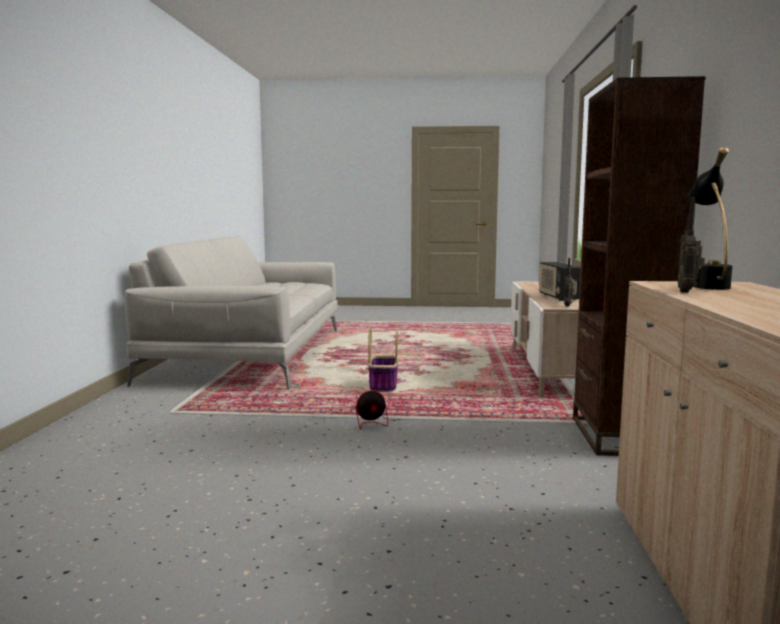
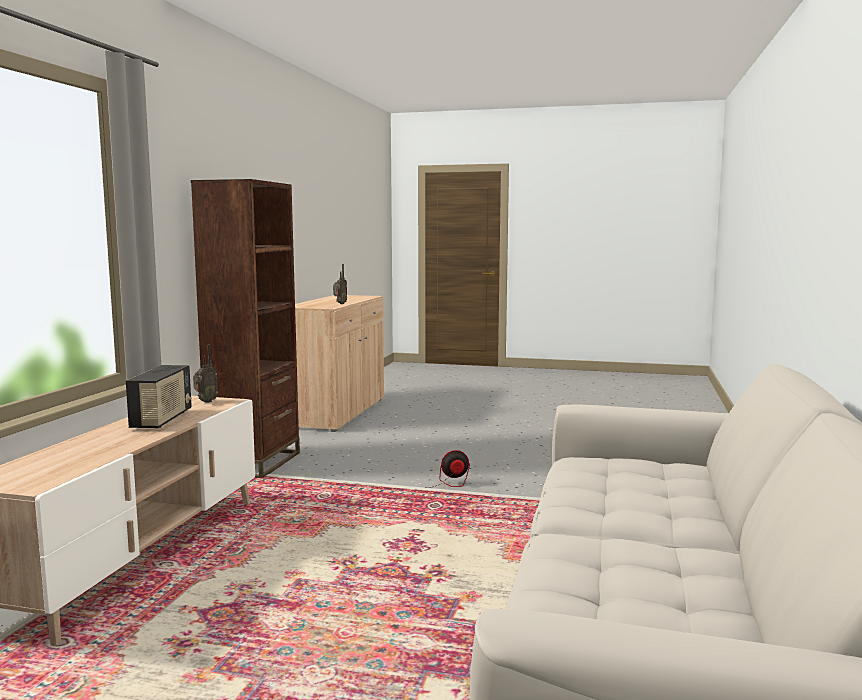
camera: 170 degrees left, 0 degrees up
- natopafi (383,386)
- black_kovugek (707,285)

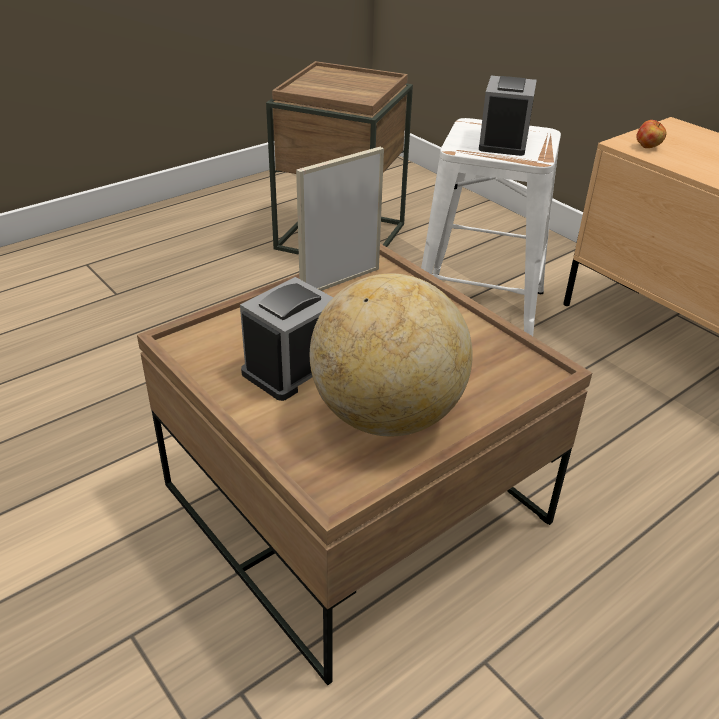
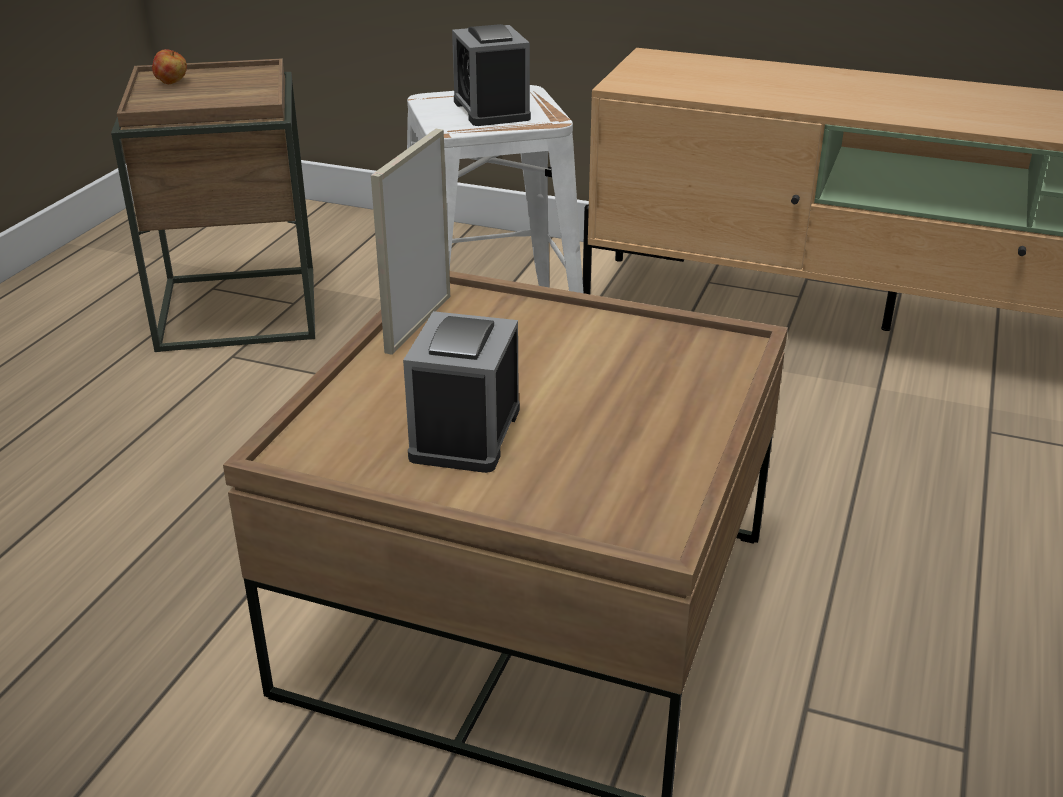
camera: 30 degrees left, 5 degrees down
- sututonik (387,416)
~ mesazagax (648,147) to (172,82)

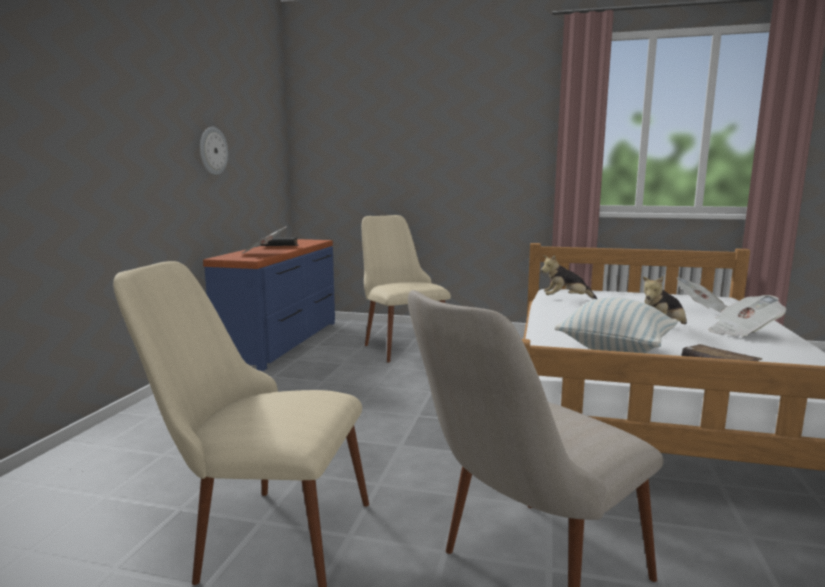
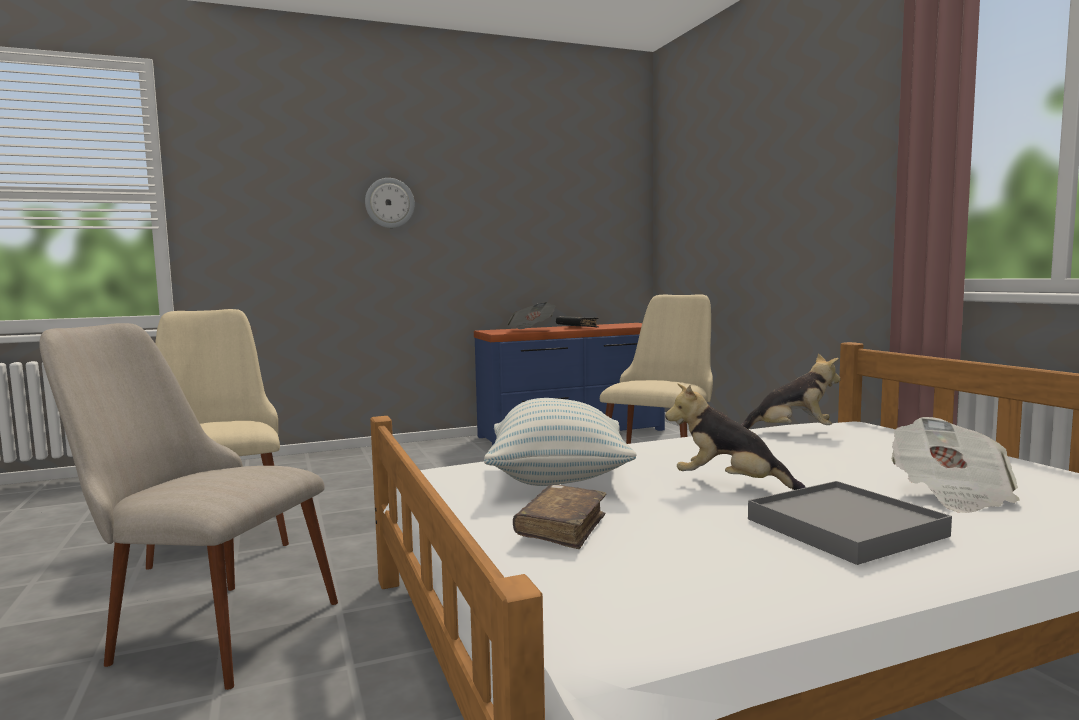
camera: 55 degrees right, 5 degrees down
~ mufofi (212,151) to (389,203)
~ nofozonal (565,299) = (791,432) 135 degrees clockwise
~ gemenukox (742,332) to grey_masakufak (844,527)

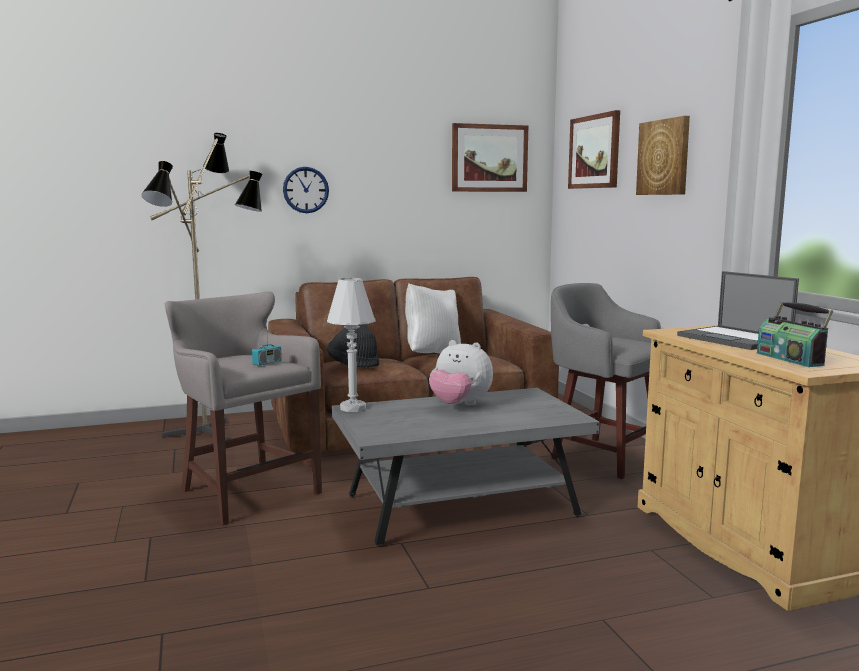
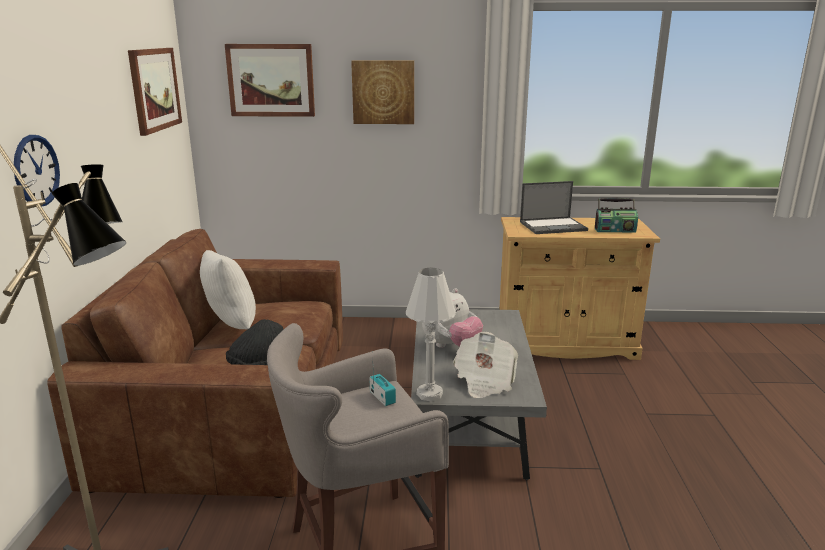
camera: 70 degrees left, 10 degrees up
- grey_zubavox (603,456)
+ gemenukox (484,381)

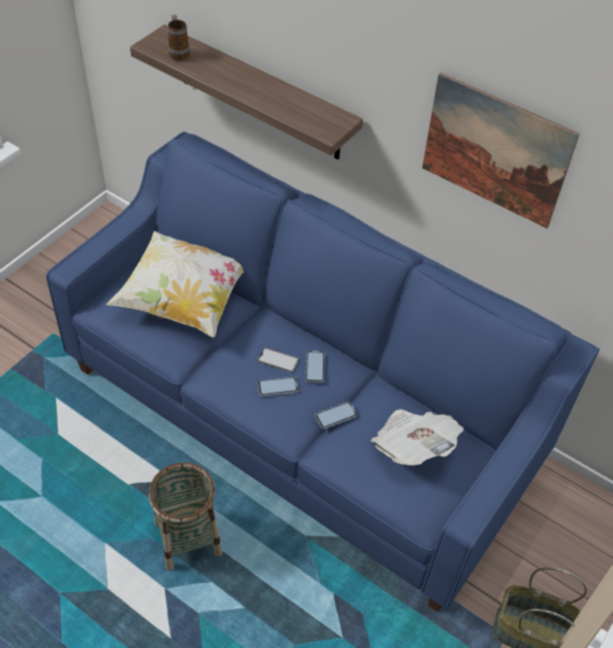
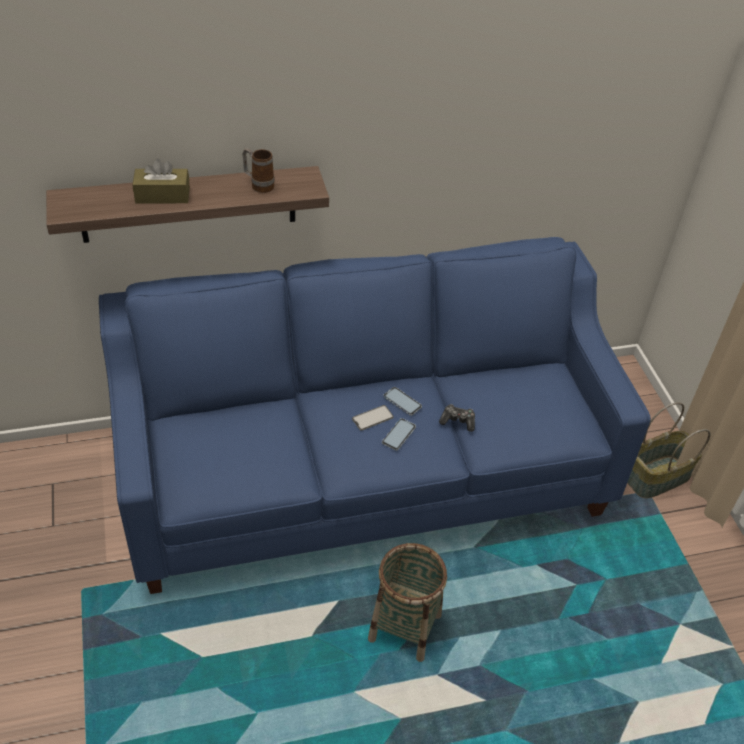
camera: 50 degrees left, 5 degrees down
- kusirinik (184,300)
~ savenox (178,52) to (258,185)
~ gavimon (336,415) to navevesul (458,421)
- gemenukox (412,446)
- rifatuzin (495,151)
+ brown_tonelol (162,195)

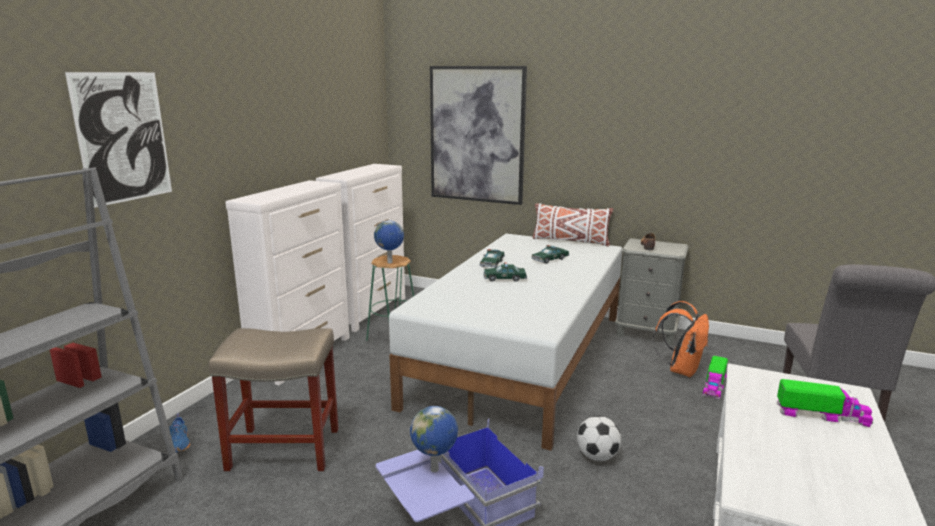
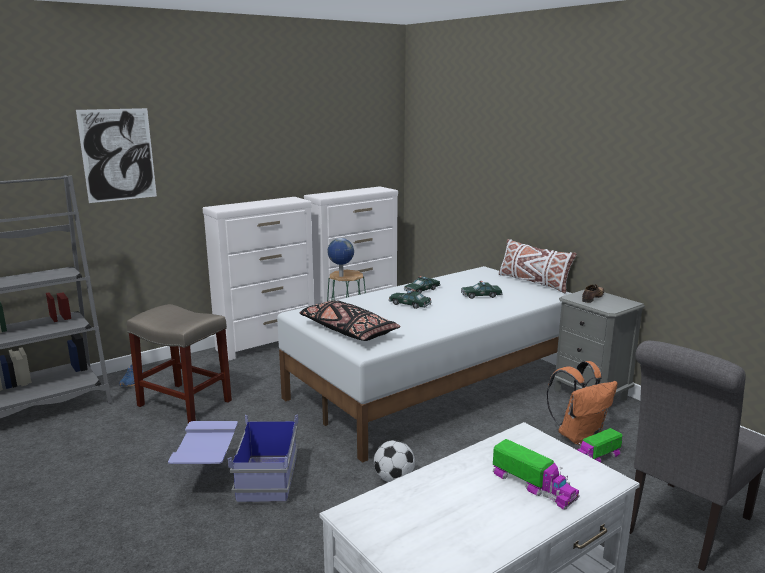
camera: 30 degrees right, 0 degrees up
- sututonik (435,470)
- rifatuzin (477,135)
+ black_kusirinik (347,331)

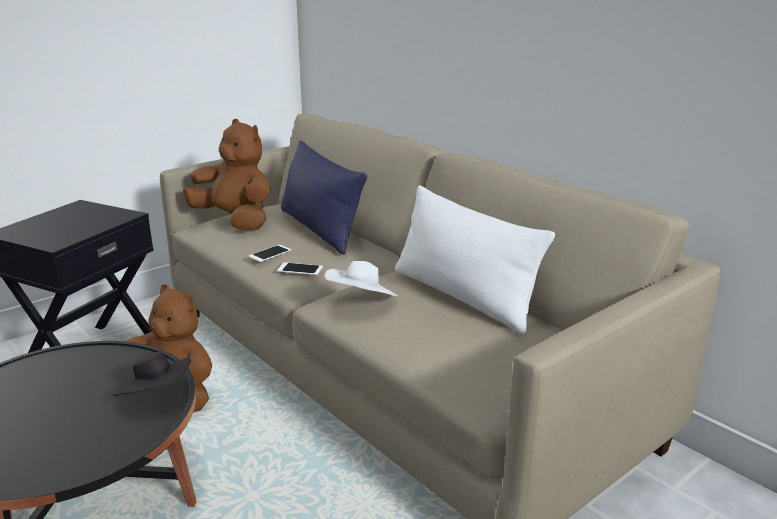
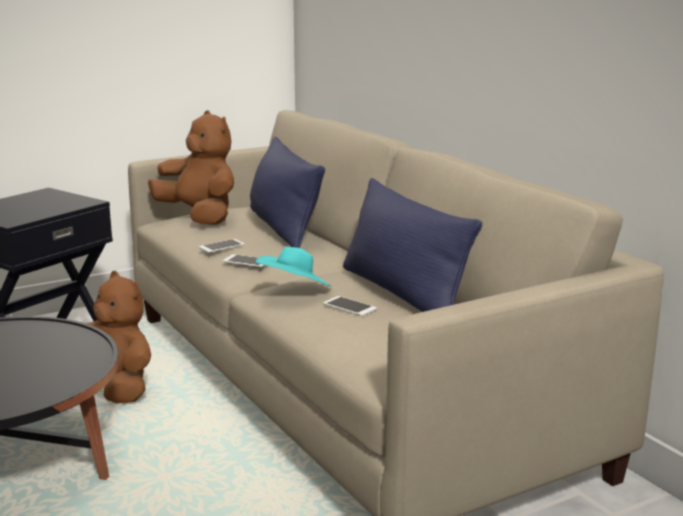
camera: 10 degrees right, 5 degrees down
- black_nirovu (157,395)
~ white_nirovu (361,301) to turquoise_nirovu (294,290)
~ white_kusirinik (463,296) to blue_kusirinik (402,293)
+ gavimon (349,306)

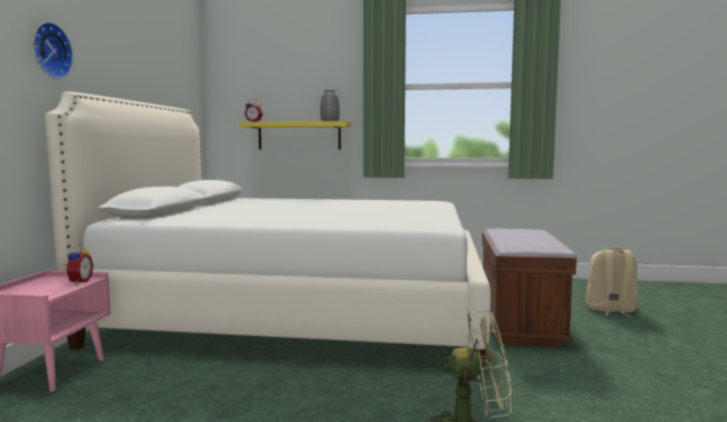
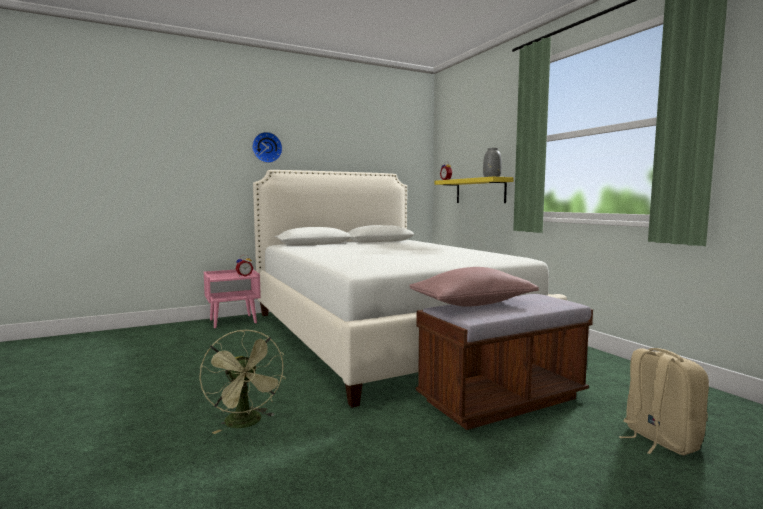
camera: 55 degrees right, 0 degrees up
+ pink_kusirinik (472,304)

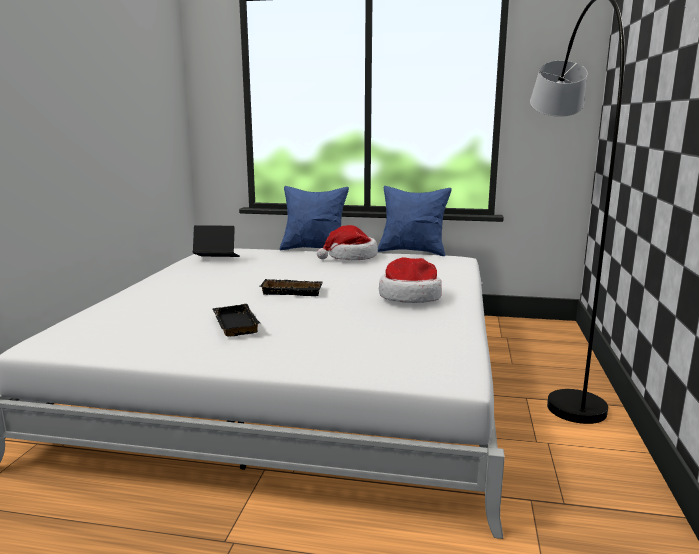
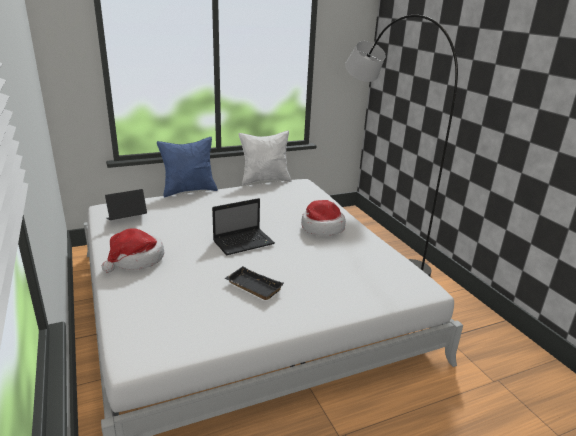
camera: 35 degrees left, 10 degrees up
~ black_masakufak (293,291) to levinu (244,242)
~ nirovu (350,257) to (136,259)
~ blue_kusirinik (412,251) to white_kusirinik (265,180)

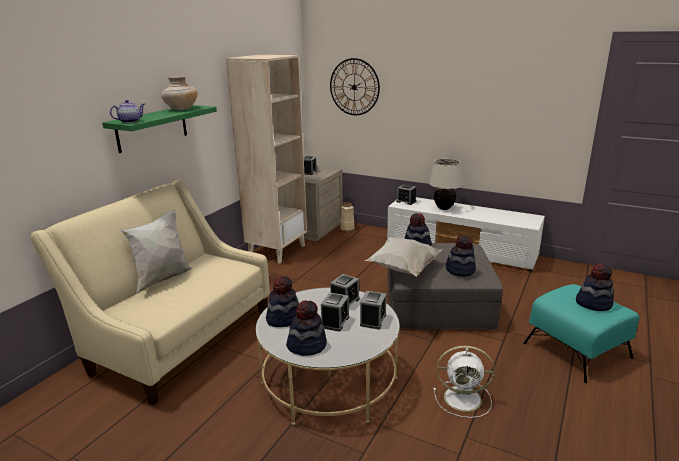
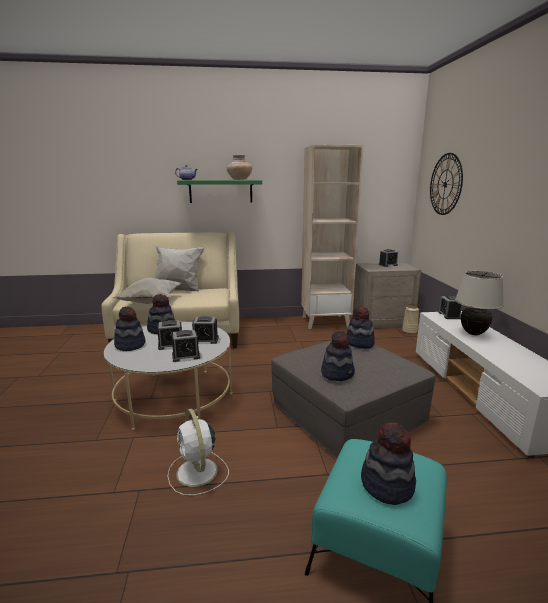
camera: 55 degrees right, 5 degrees down
~ white_kusirinik (403,270) to (150,303)

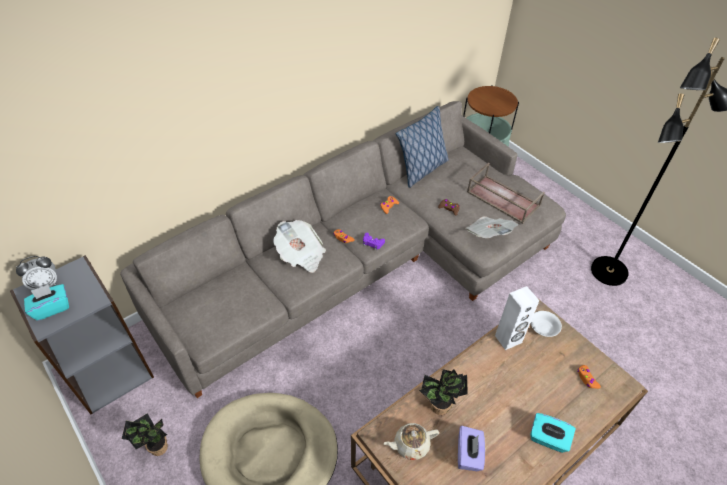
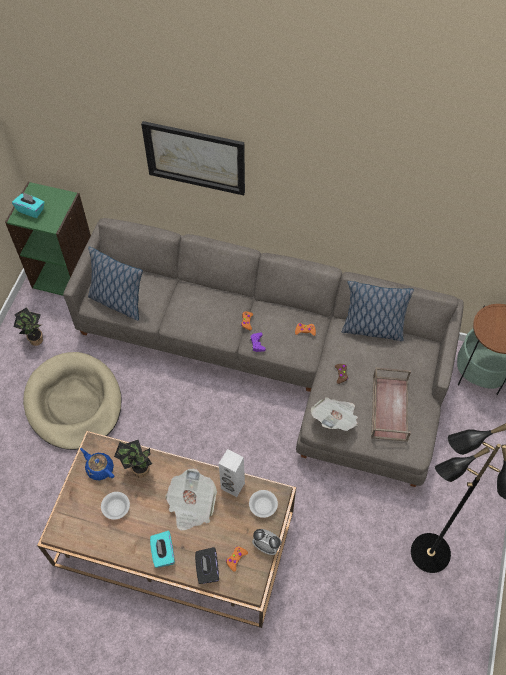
camera: 55 degrees right, 10 degrees up
~ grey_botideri (110,371) to green_botideri (65,273)
~ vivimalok (46,284) to (266,546)
~ gemenukox (301,255) to (191,505)
~ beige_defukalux (410,445) to blue_defukalux (99,468)
~ purple_tonelol (469,454) to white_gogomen (116,507)
+ kusirinik (117,301)
+ rifatuzin (195,157)
+ black_tonelol (207,569)

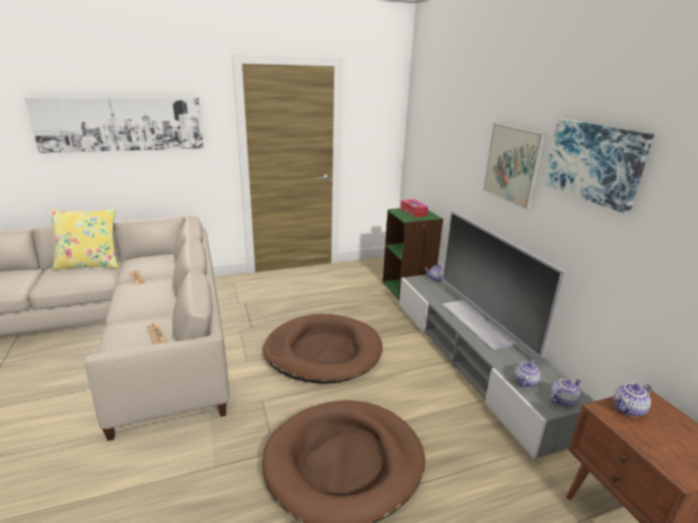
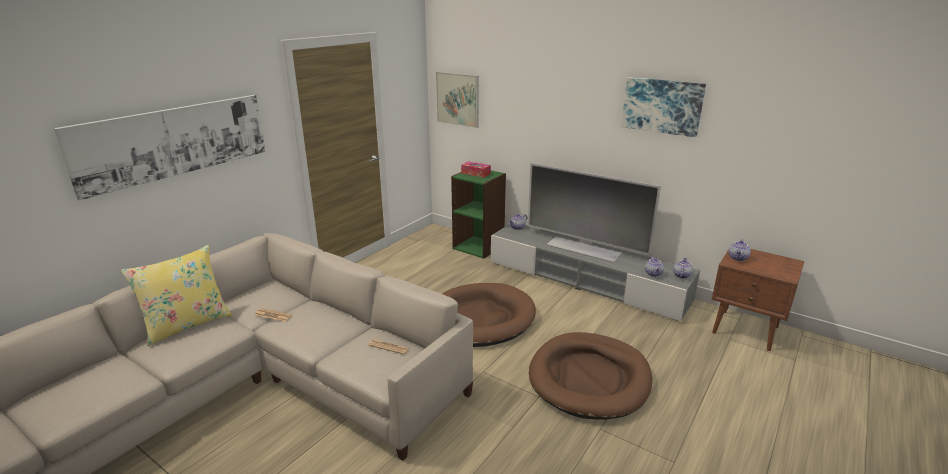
camera: 35 degrees left, 0 degrees up
~ rifatuzin (512,164) to (458,99)

